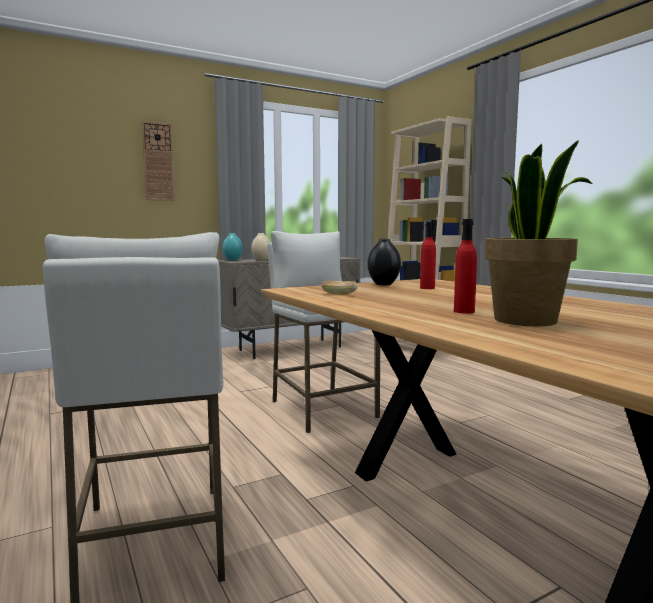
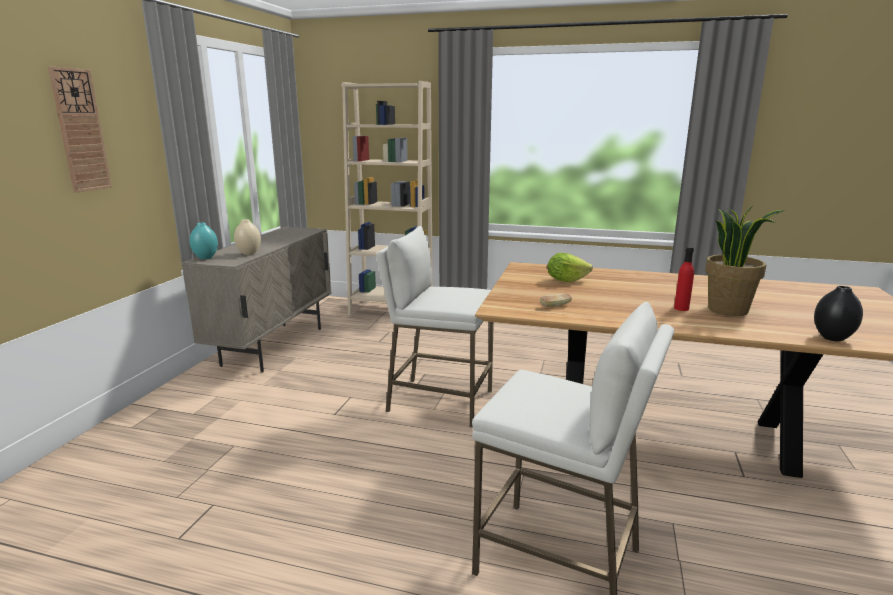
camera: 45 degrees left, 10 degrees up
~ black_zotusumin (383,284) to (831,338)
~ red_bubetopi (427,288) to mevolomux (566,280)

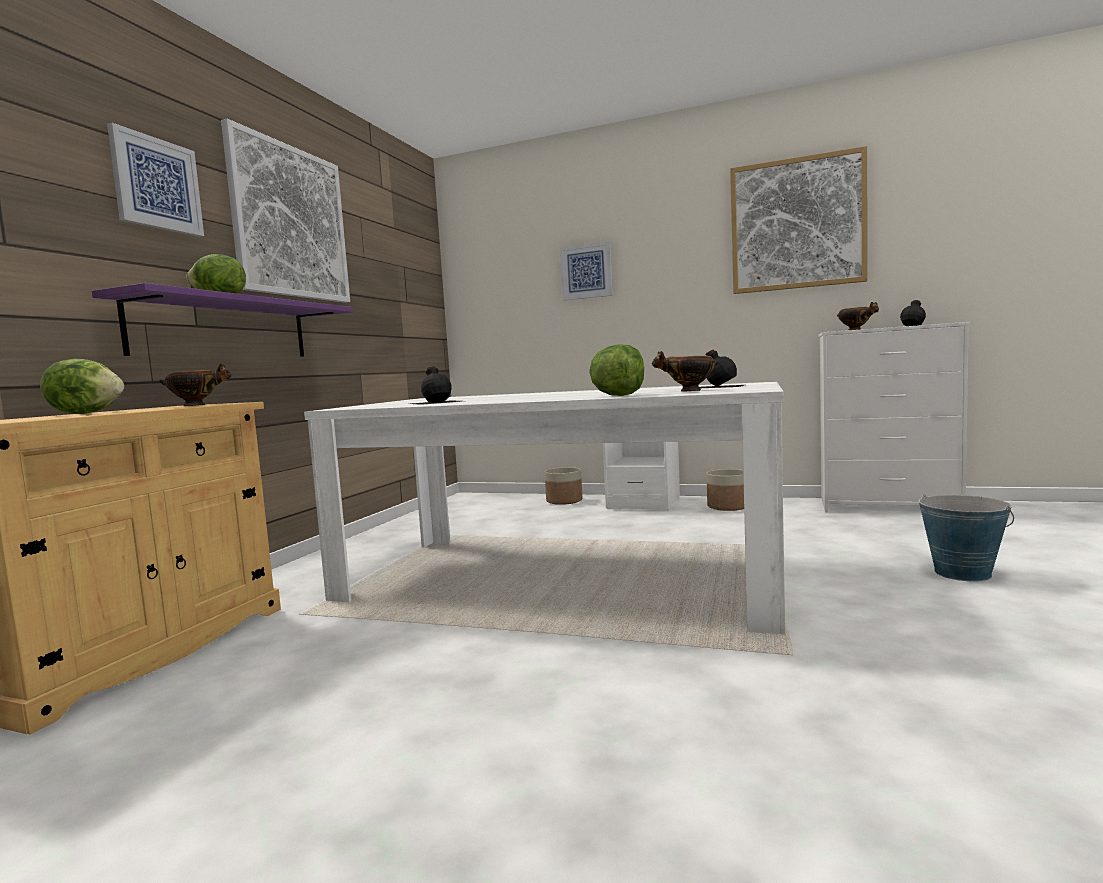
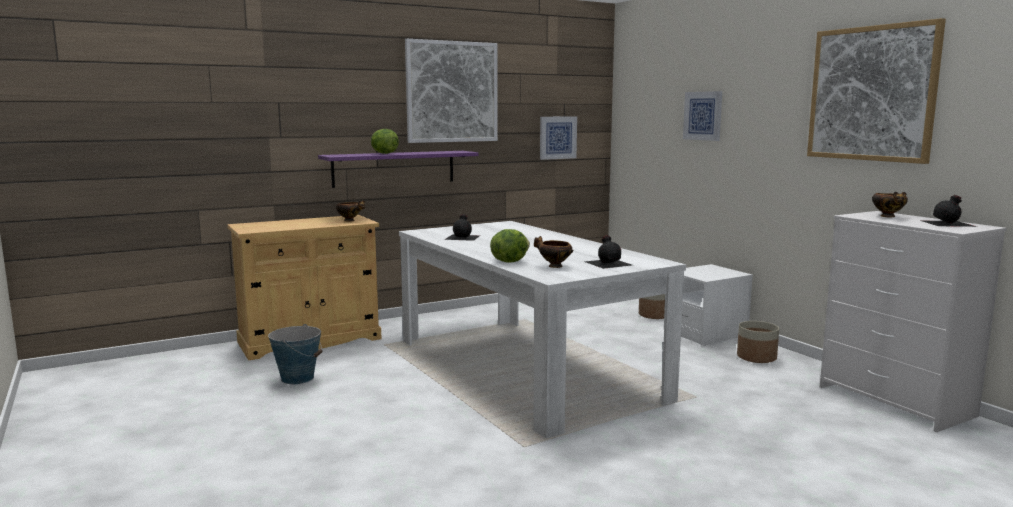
camera: 40 degrees right, 5 degrees up
- mevolomux (87,413)
~ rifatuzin (156,184) to (557,137)
~ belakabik (962,573) to (297,378)

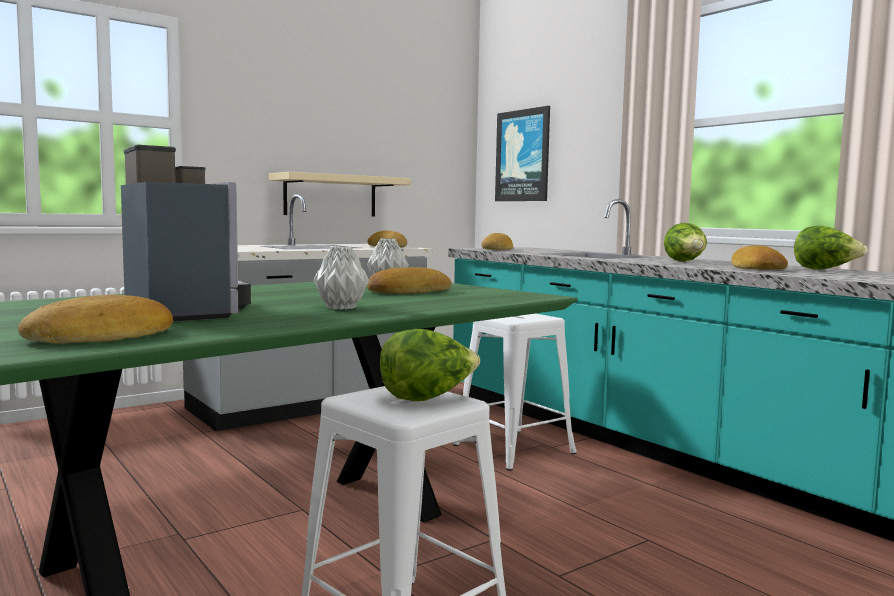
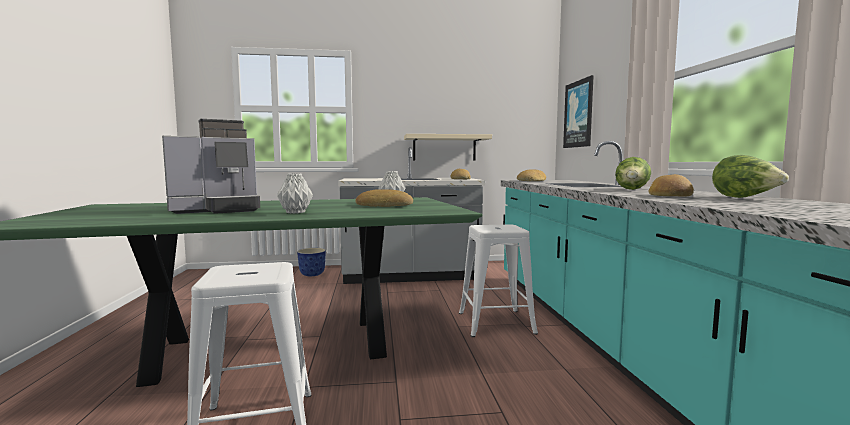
camera: 30 degrees right, 0 degrees up
- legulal (103,336)
~ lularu (187,311) = (217,210) 60 degrees clockwise
- mevolomux (427,398)
+ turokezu (312,274)

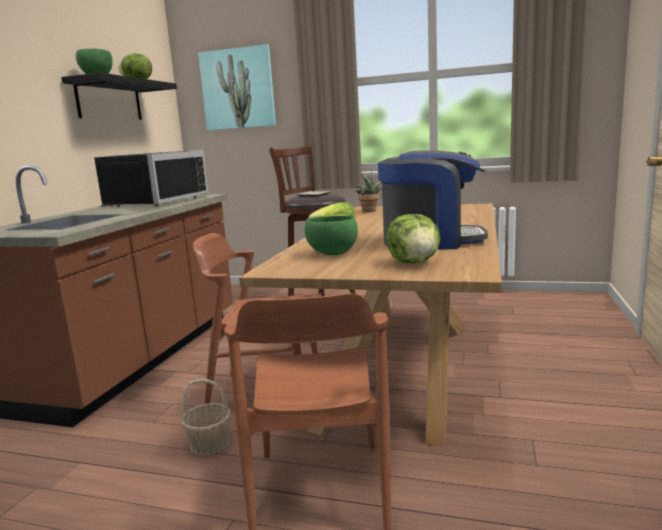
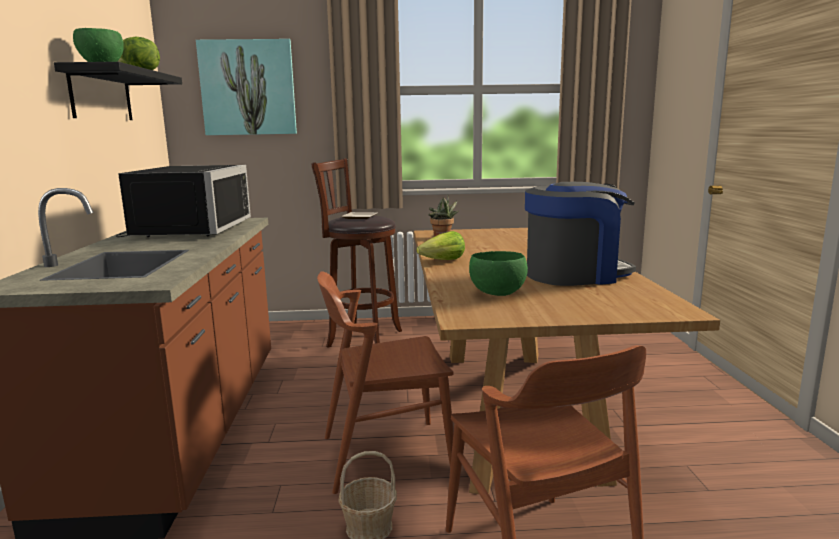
camera: 20 degrees left, 0 degrees up
- mevolomux (414,262)

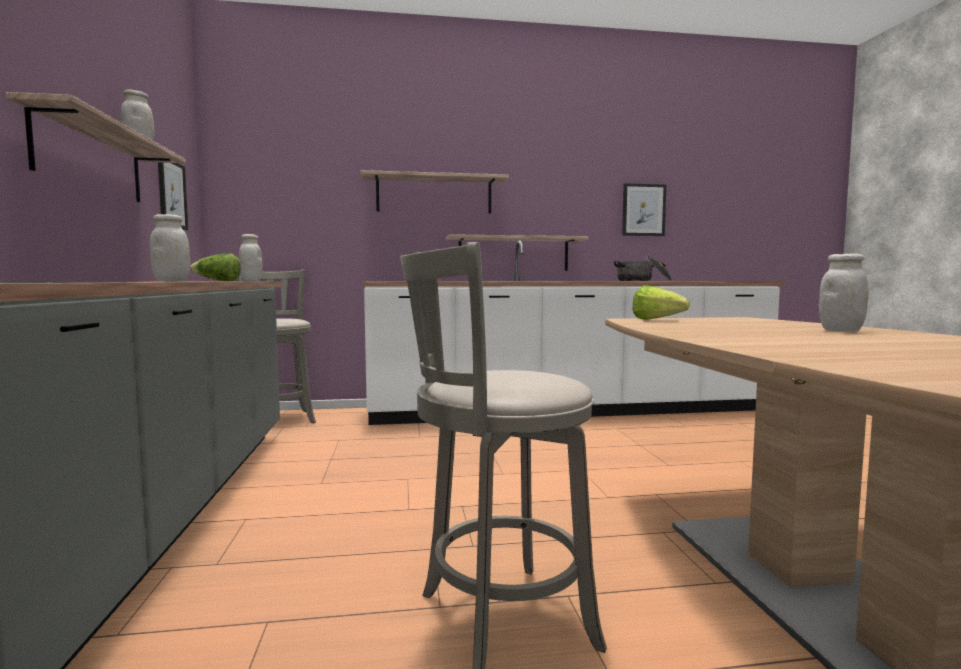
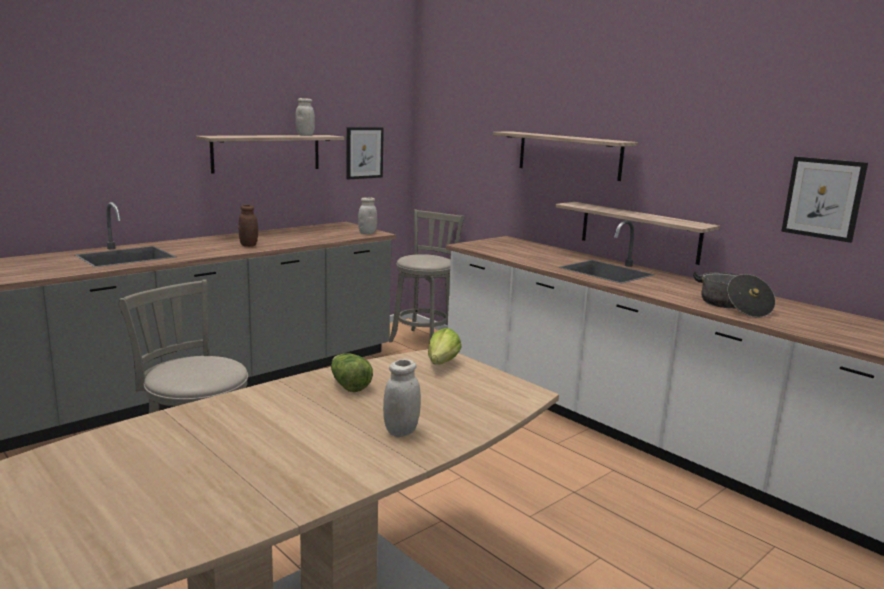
camera: 55 degrees right, 10 degrees up
~ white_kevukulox (171,281) to brown_kevukulox (248,245)
~ mevolomux (217,281) to (348,385)

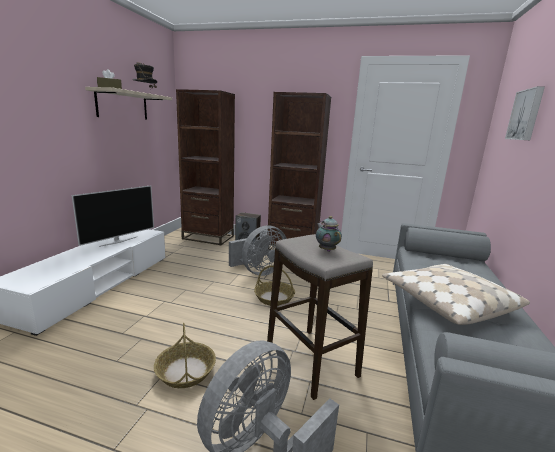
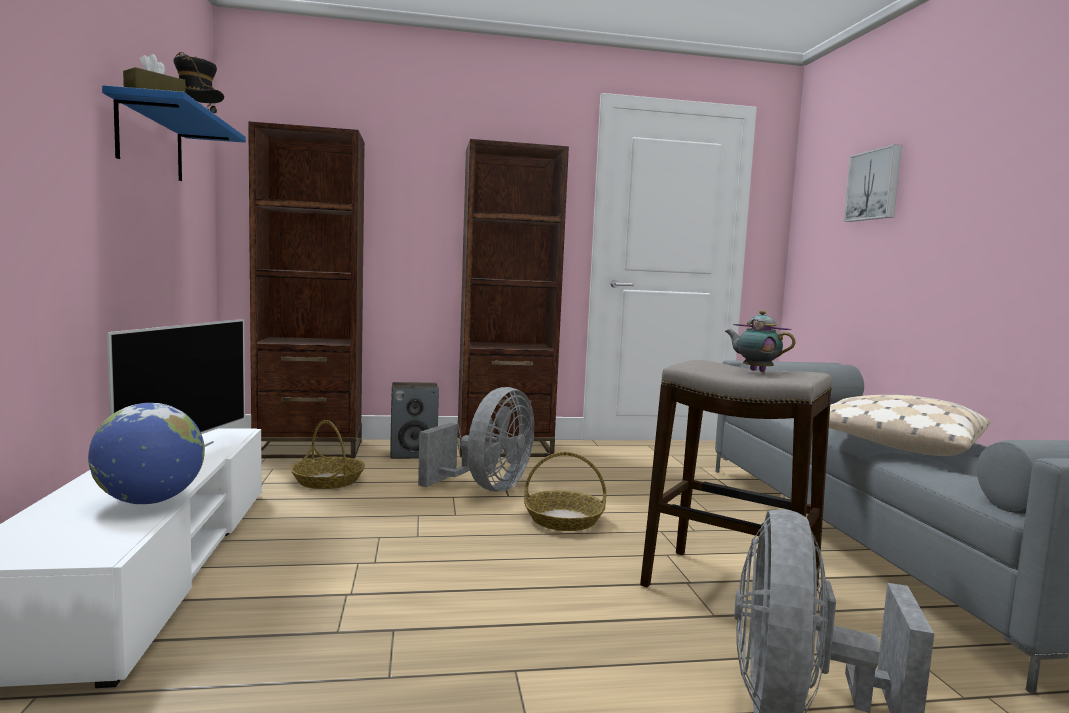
camera: 25 degrees left, 10 degrees down
~ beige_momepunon (122,105) to blue_momepunon (150,141)
~ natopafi (185,371) to (327,481)
+ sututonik (150,501)

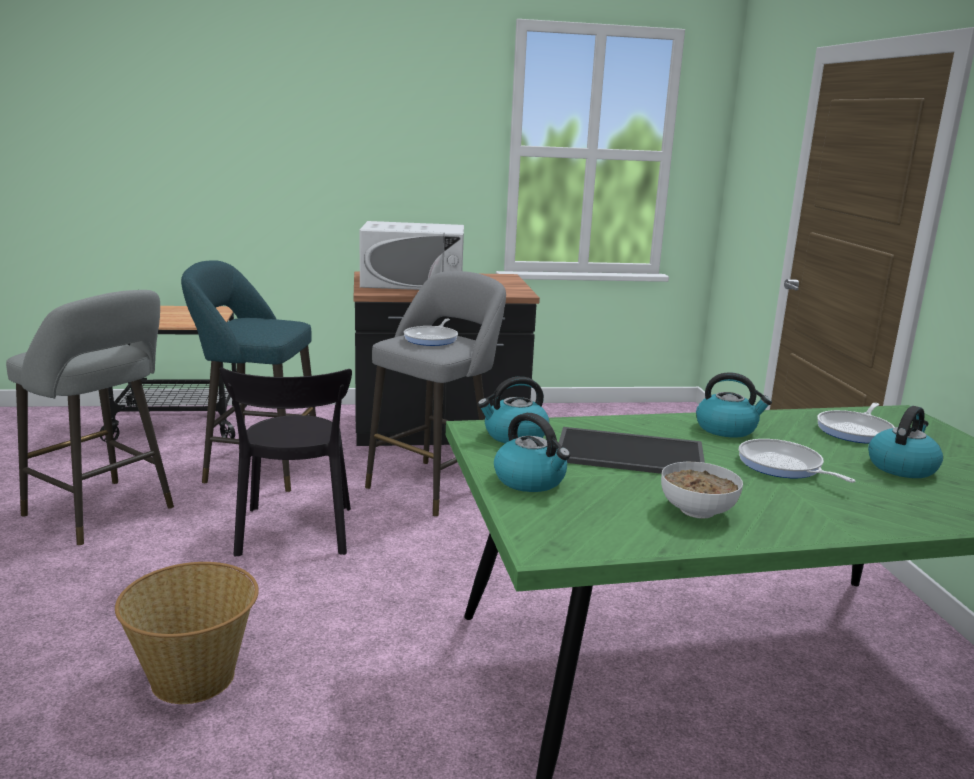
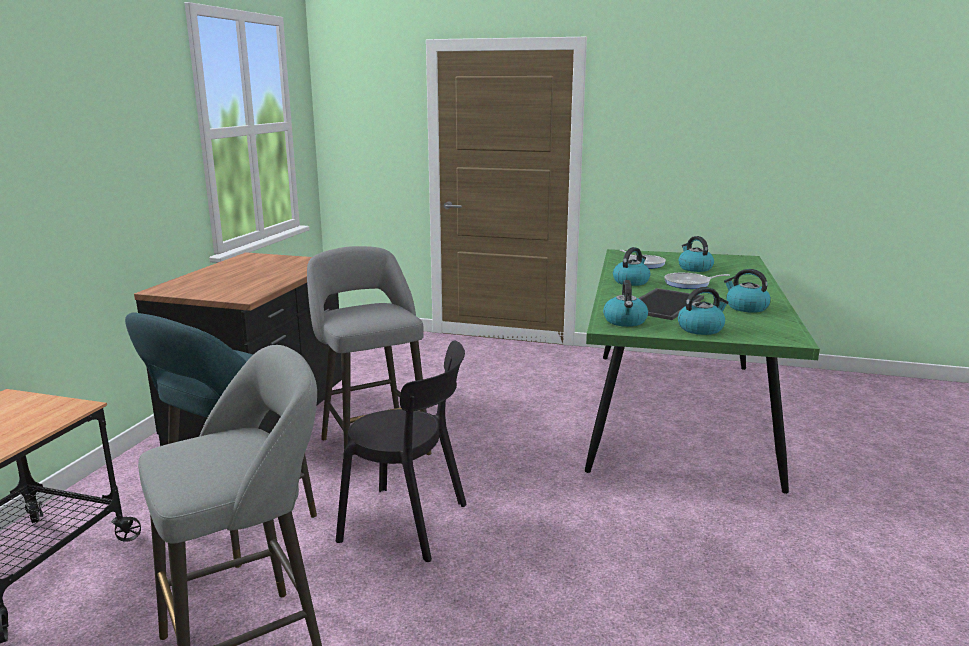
camera: 65 degrees left, 0 degrees up
- natopafi (194,677)
- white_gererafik (413,283)
- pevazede (432,339)
~ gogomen (696,511) to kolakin (746,307)

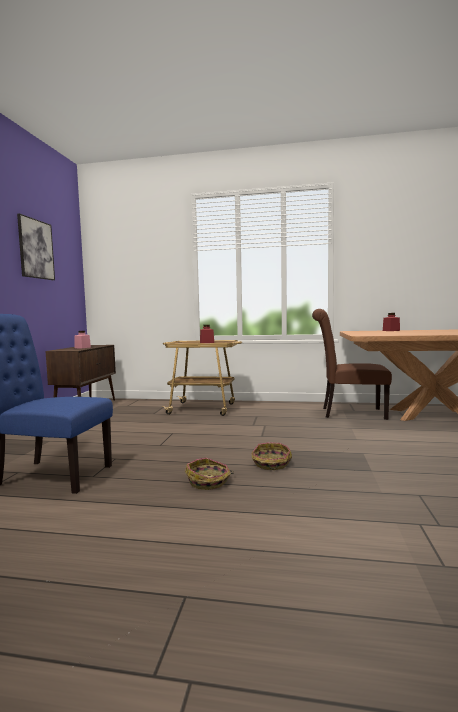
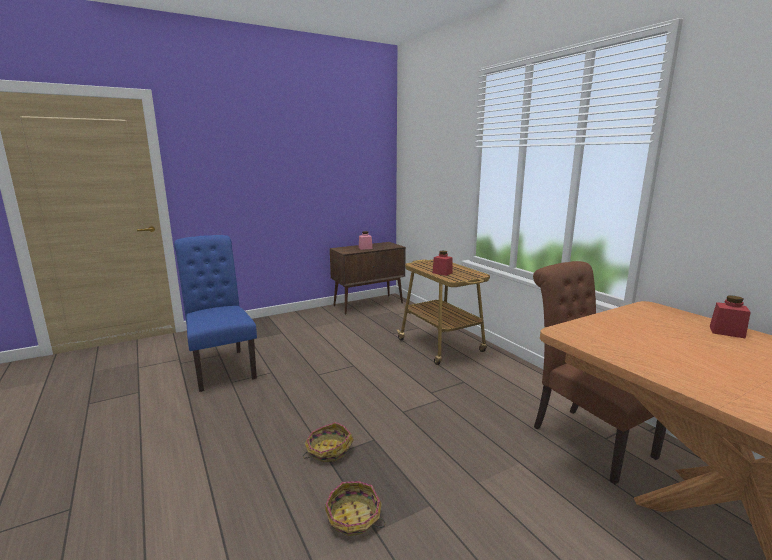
camera: 50 degrees right, 10 degrees up
- rifatuzin (36,249)
~ natopafi (209,482) to (354,518)

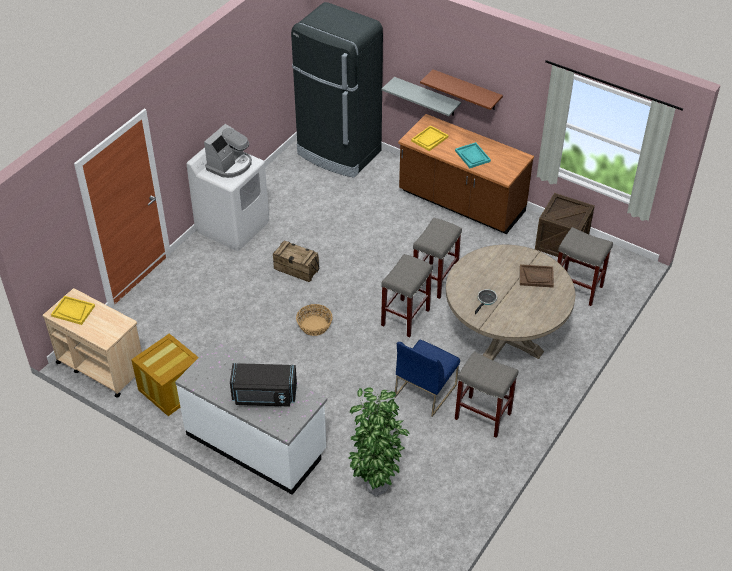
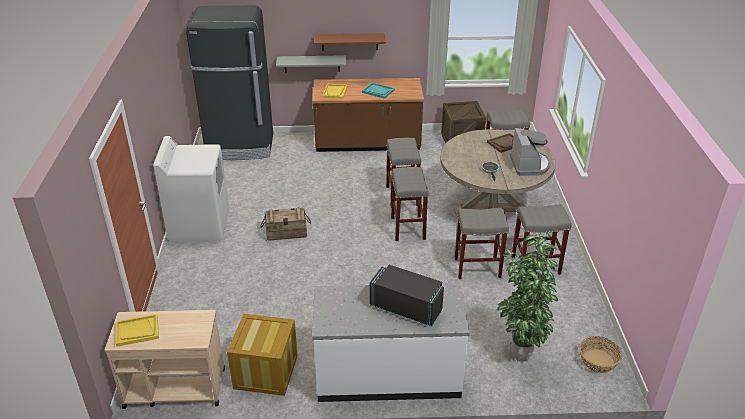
camera: 35 degrees left, 10 degrees down
~ lularu (230,165) to (529,165)
~ black_gererafik (264,396) = (407,307) 120 degrees counterclockwise
~ natopafi (314,326) to (598,361)
~ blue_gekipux (425,390) to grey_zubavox (476,268)

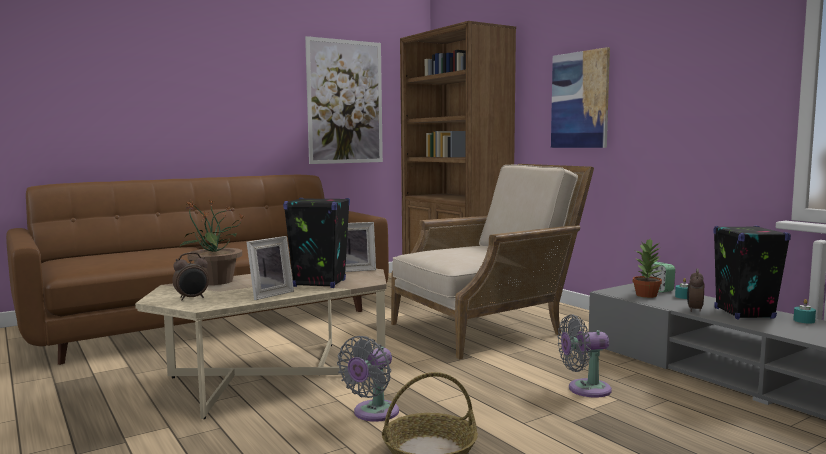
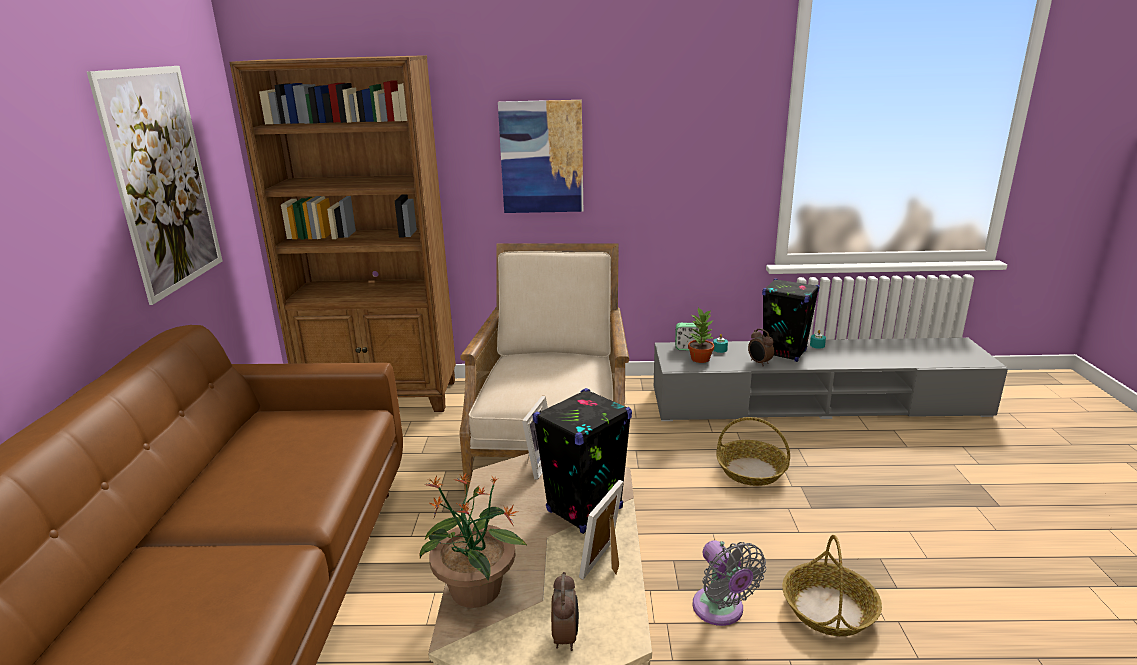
camera: 55 degrees left, 15 degrees up
~ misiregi (269,294) = (607,563) 135 degrees counterclockwise
~ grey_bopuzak (584,389) to natopafi (751,470)

